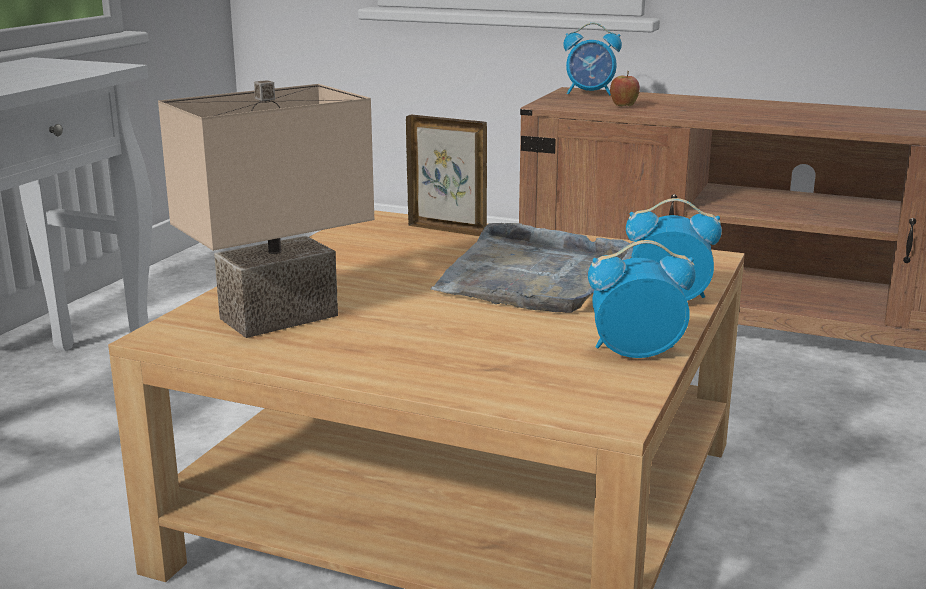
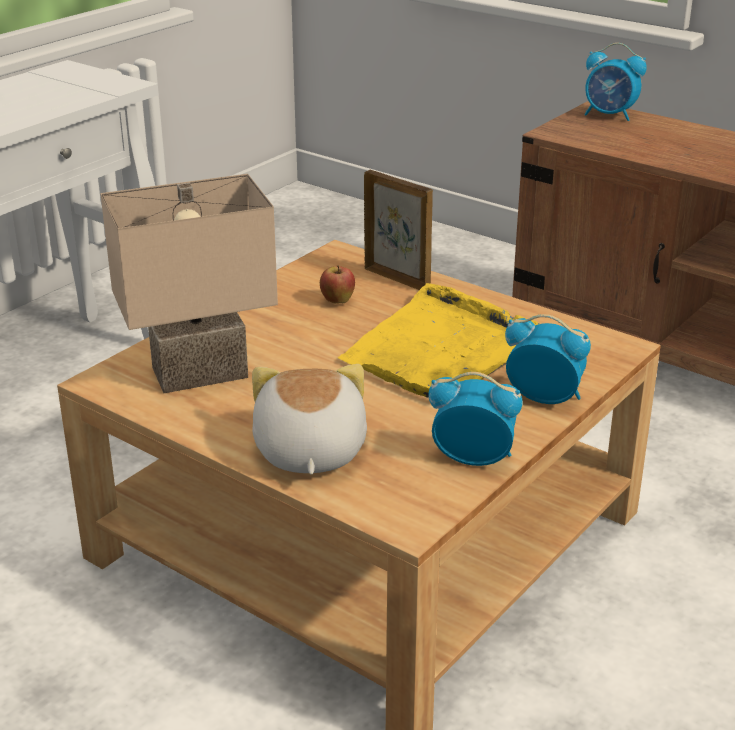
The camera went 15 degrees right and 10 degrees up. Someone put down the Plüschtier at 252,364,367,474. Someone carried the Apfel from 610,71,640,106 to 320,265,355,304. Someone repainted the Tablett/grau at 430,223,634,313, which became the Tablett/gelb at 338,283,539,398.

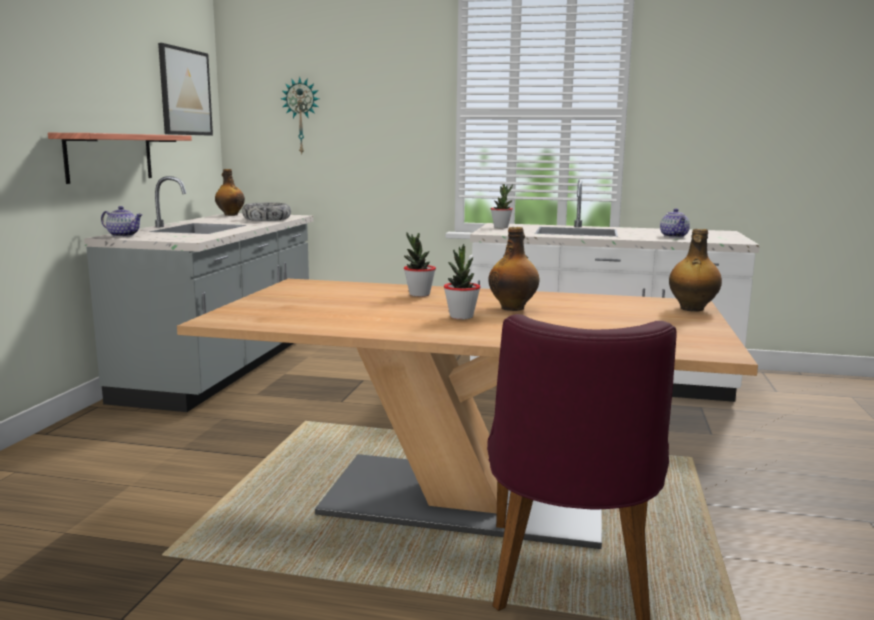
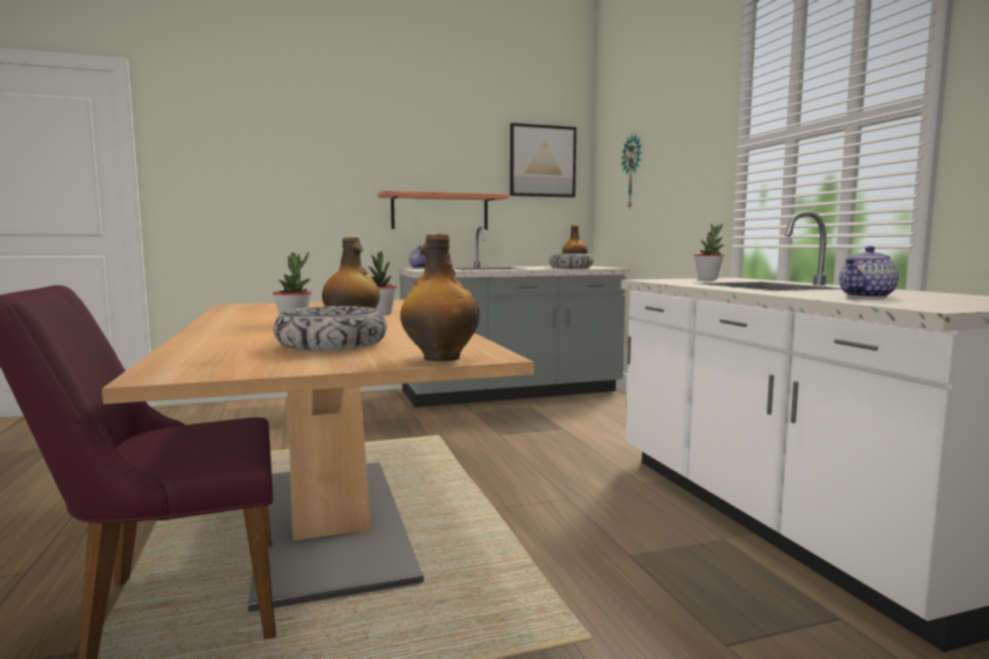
The camera went 60 degrees right and 5 degrees down. Someone put down the Schüssel at 274,306,387,351.

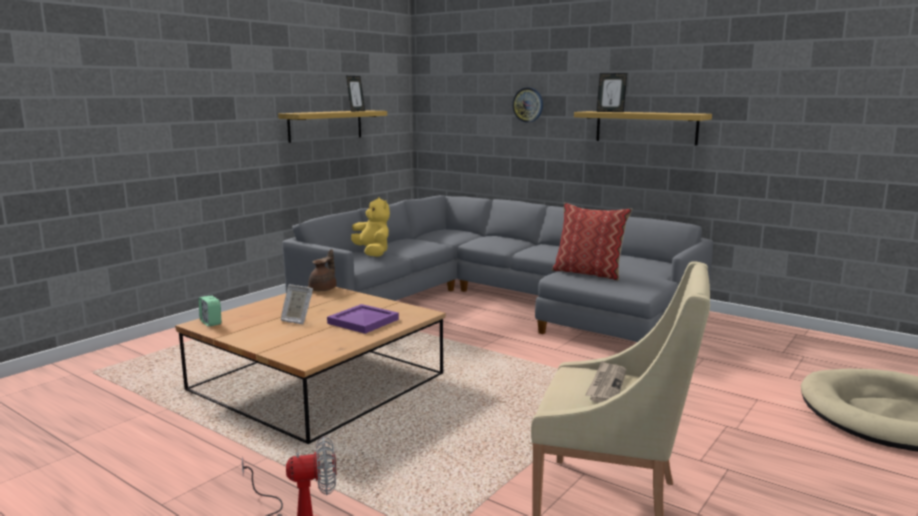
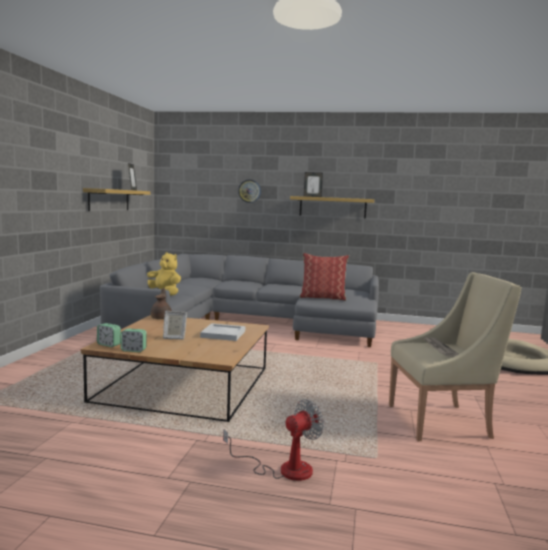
The camera went 25 degrees left and 5 degrees down. Someone put down the Wecker at 121,329,147,352. Someone repainted the Tablett/lila at 327,304,399,334, which became the Tablett/weiß at 200,323,245,341.

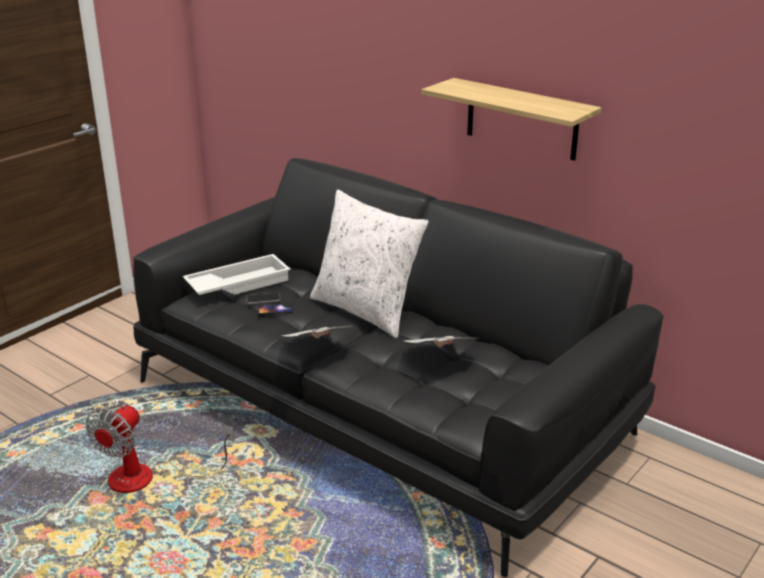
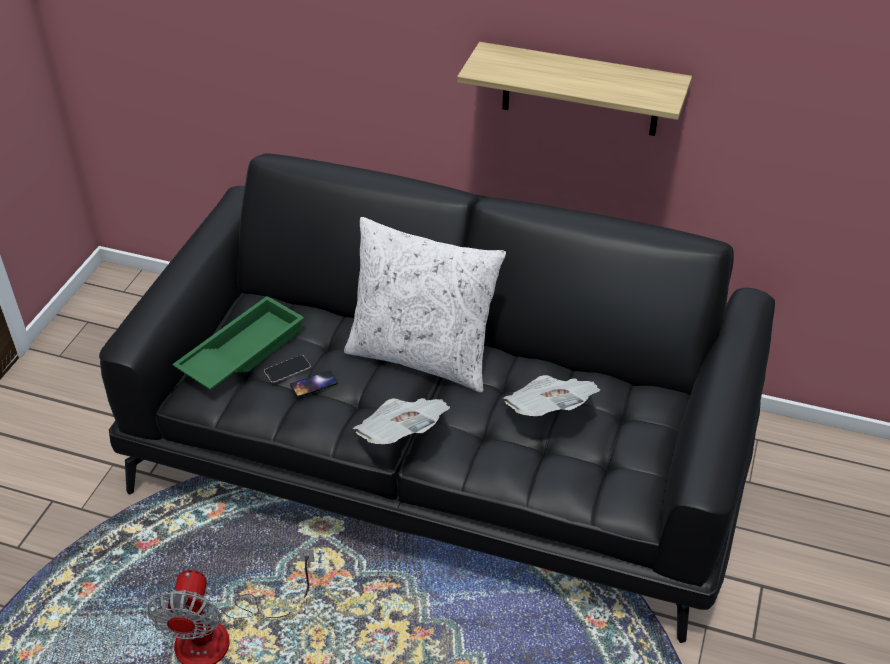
The camera went 20 degrees left and 15 degrees up. Someone repainted the Tablett/weiß at 183,254,291,295, which became the Tablett/grün at 172,296,304,390.

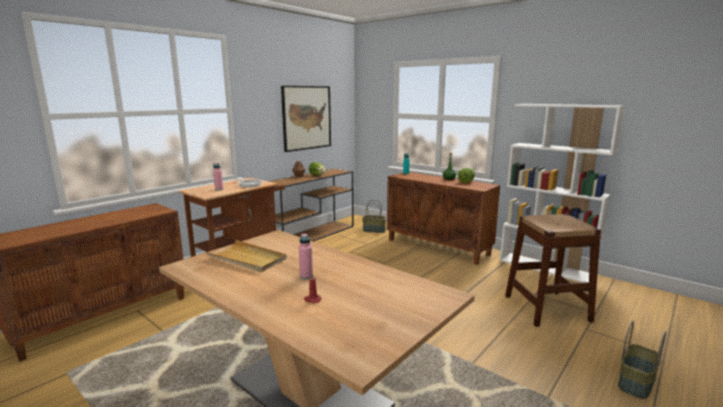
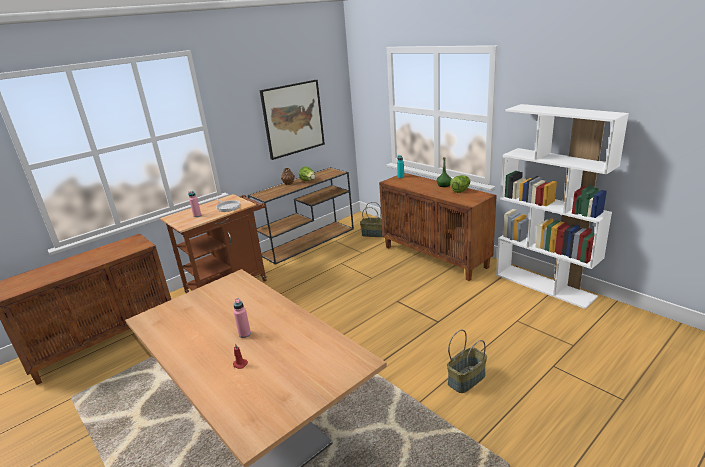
The camera went 10 degrees right and 10 degrees up. Someone took away the Tablett/beige at 206,240,287,272. Someone took away the Hocker/braun at 505,214,601,327. Someone carried the Korb from 618,321,666,399 to 447,329,487,393.

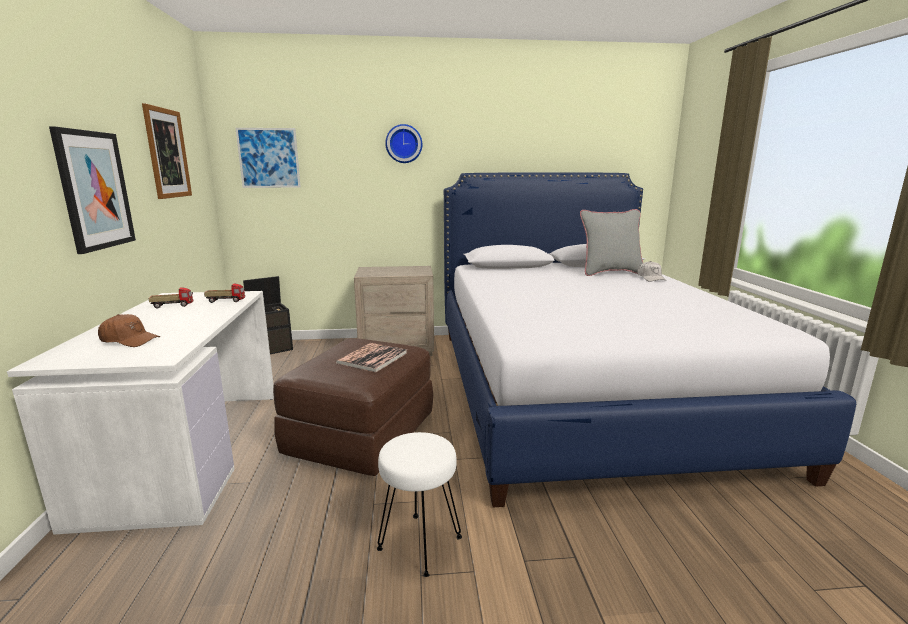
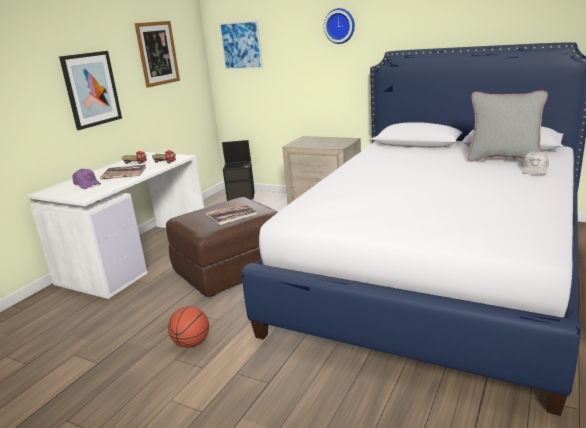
The camera went 35 degrees right and 5 degrees up. Someone put down the Buch at 100,164,146,180. Someone swapped the Hocker/weiß at 377,432,462,577 for the Basketball at 168,306,209,348. Someone repainted the Kappe/braun at 98,314,160,347, which became the Kappe/lila at 73,169,101,189.

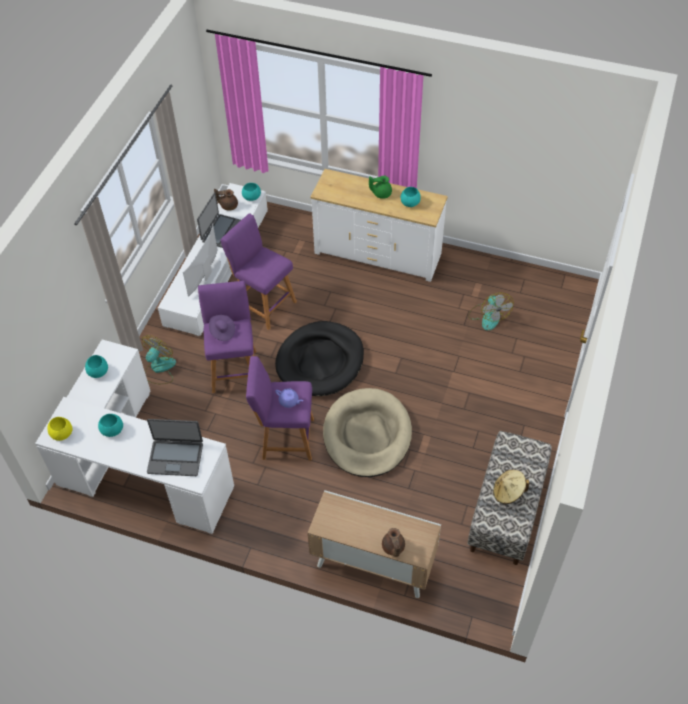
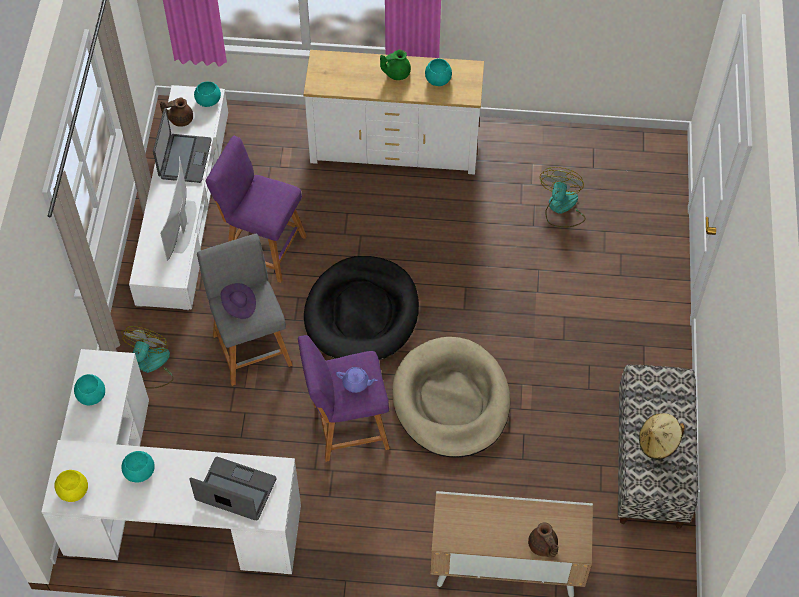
The camera went 15 degrees left and 5 degrees up. Someone repainted the Hocker/lila at 198,281,256,393, which became the Hocker/grau at 197,234,292,386. Someone rotated the Laptop at 147,419,203,476 by 150 degrees counterclockwise. Someone rotated the Ventilator at 468,293,513,331 by 135 degrees counterclockwise.

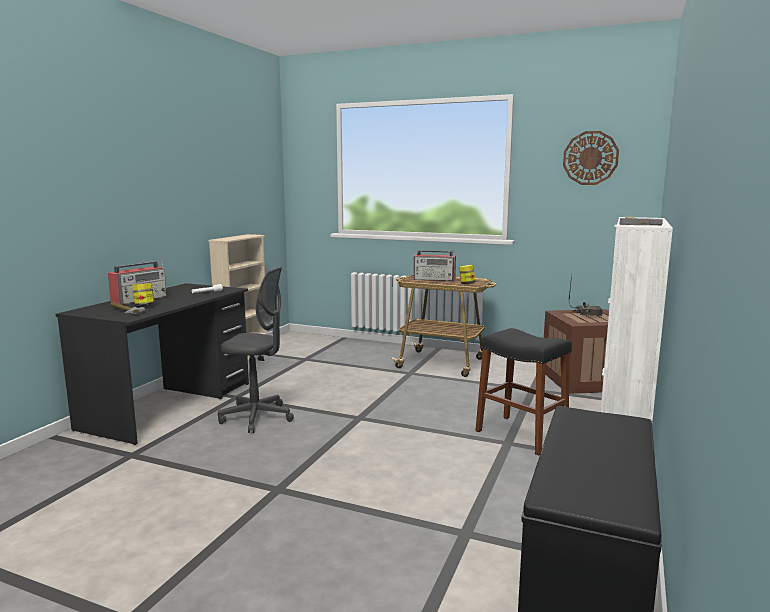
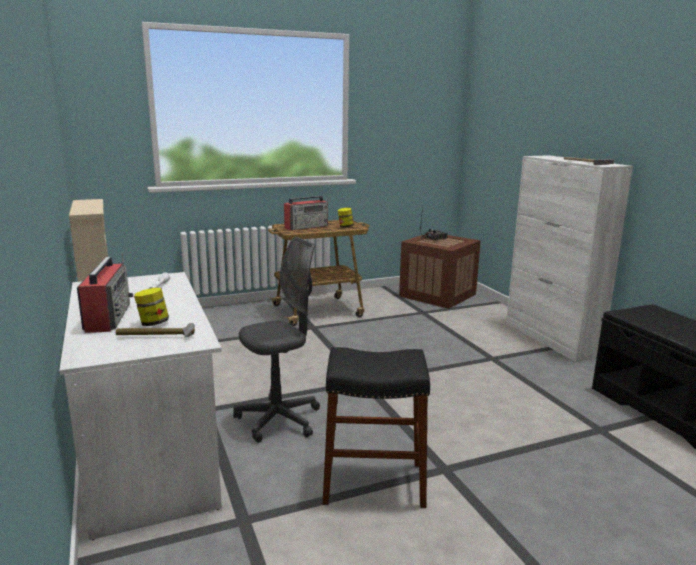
The camera went 45 degrees left and 5 degrees up. Someone took away the Wanduhr at 563,131,619,185. Someone carried the Hocker/schwarz from 475,328,572,455 to 323,347,430,508. Someone repainted the Schreibtisch/schwarz at 56,283,249,445, which became the Schreibtisch/weiß at 59,272,222,540.

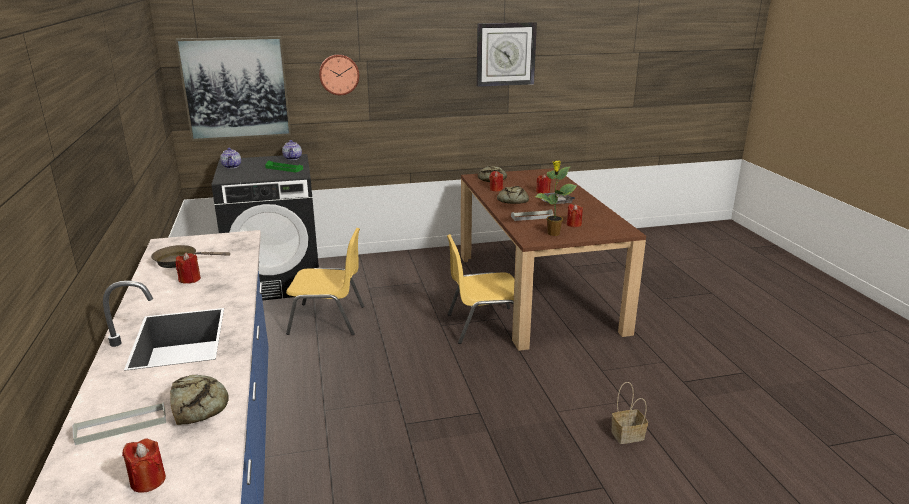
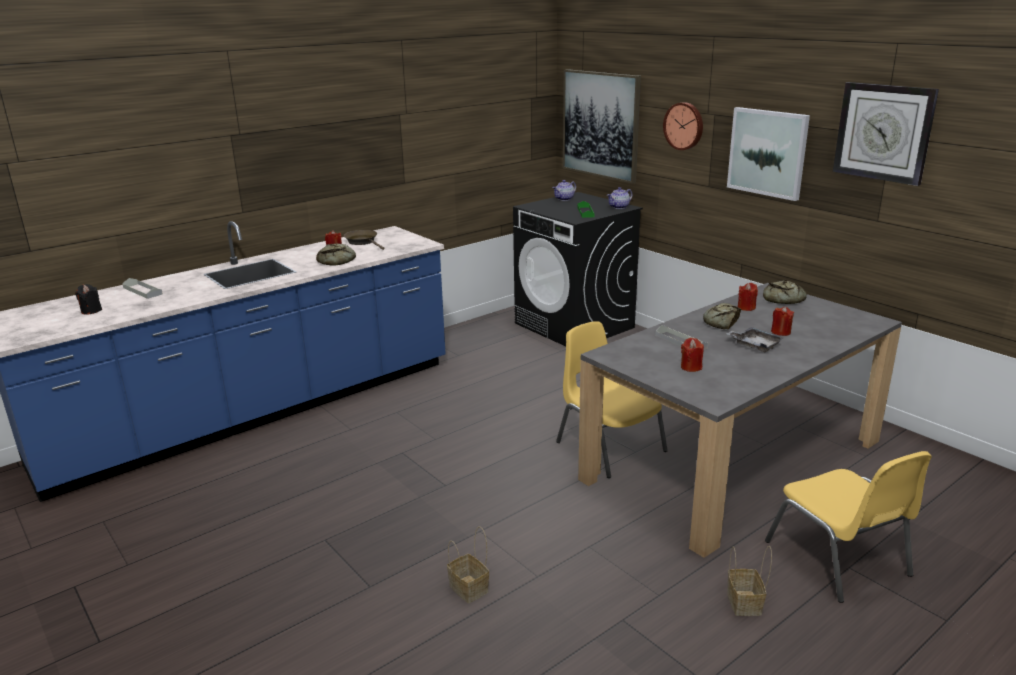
The camera went 65 degrees right and 0 degrees up. Someone took away the Topfpflanze at 535,160,577,236. Someone put up the Bild at 727,107,810,201. Someone put down the Korb at 727,546,772,616. Someone carried the Brot from 170,375,229,425 to 316,243,356,266. Someone carried the Stuhl/gelb from 286,228,364,335 to 765,451,932,603. Someone repainted the Kerze/rot at 122,439,166,493, which became the Kerze/schwarz at 75,284,102,314. Someone repainted the Esstisch/braun at 461,168,646,351, which became the Esstisch/grau at 578,283,902,558.

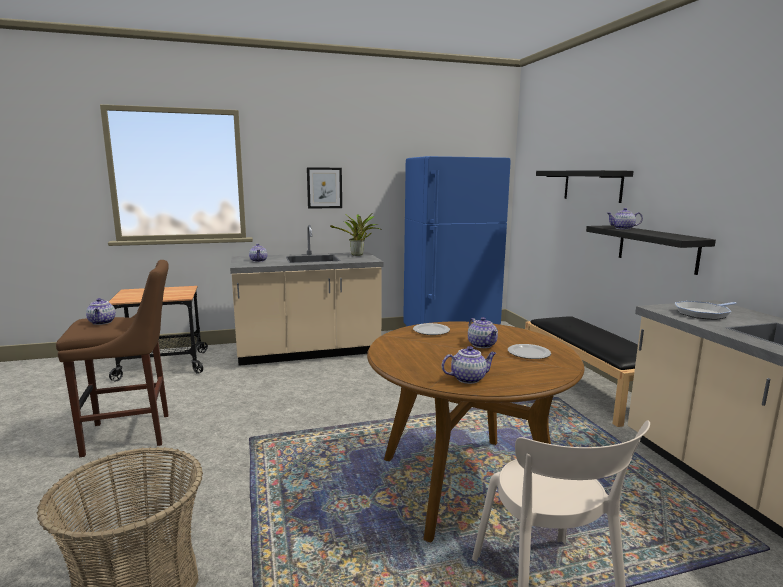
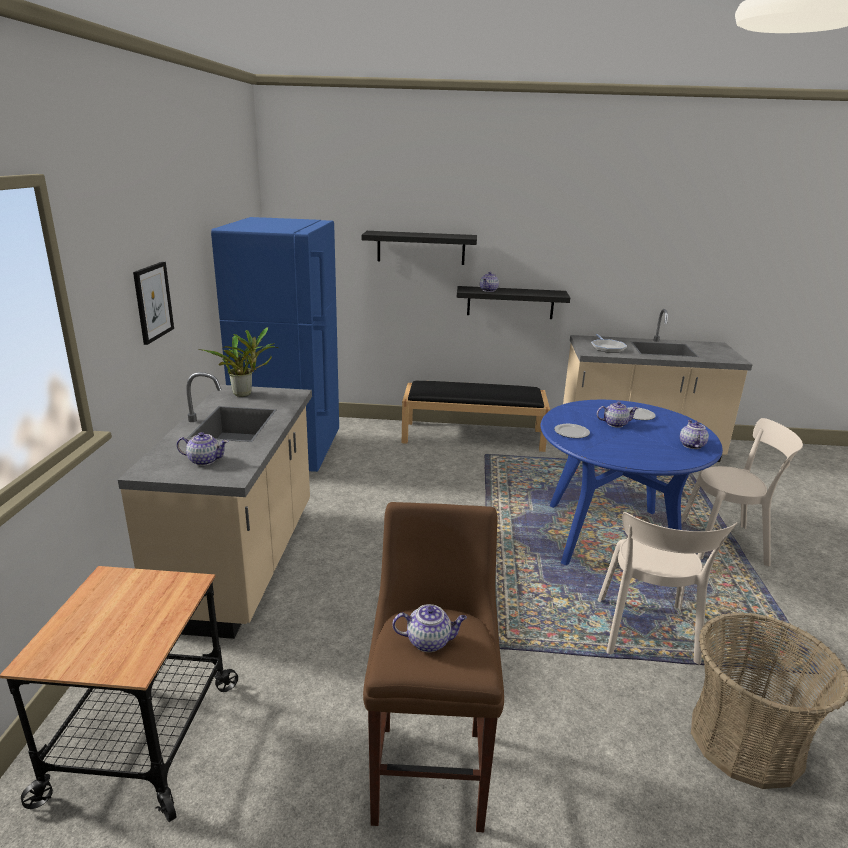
The camera went 70 degrees left and 10 degrees up. Someone put down the Stuhl/beige at 598,512,737,665. Someone repainted the Esstisch/braun at 367,321,584,542, which became the Esstisch/blau at 541,400,723,565.

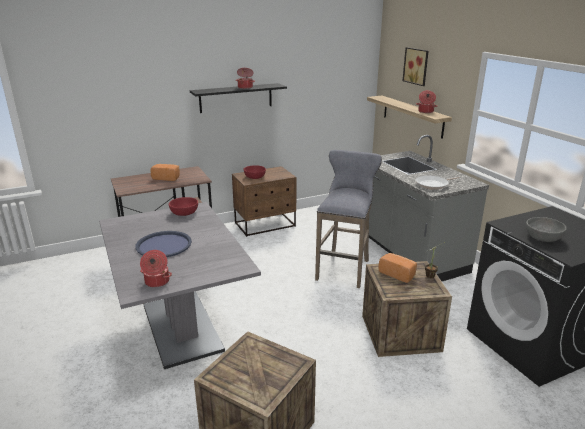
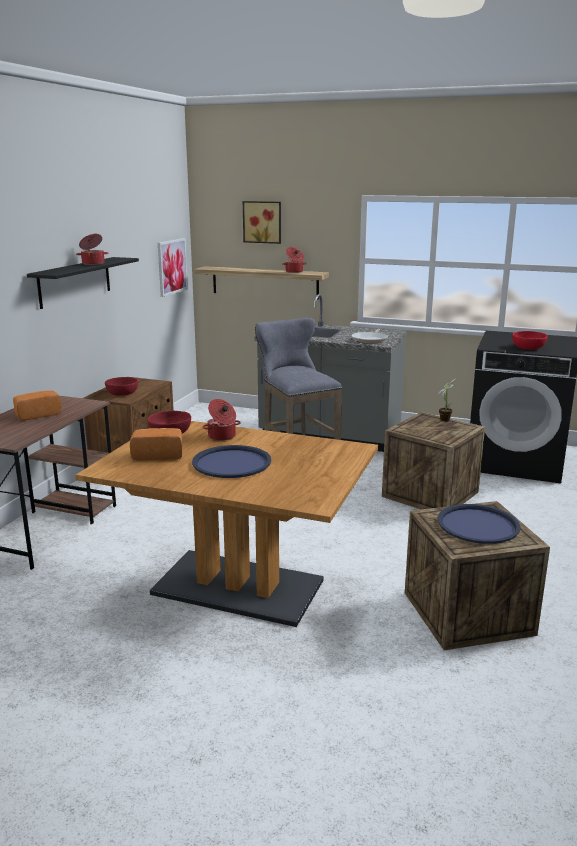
The camera went 45 degrees left and 5 degrees down. Someone put up the Bild at 158,238,188,297. Someone put down the Tablett/blau at 438,504,521,544. Someone carried the Kochtopf from 140,250,172,287 to 202,399,241,441. Someone carried the Brot from 379,253,417,283 to 130,428,183,460. Someone repainted the Esstisch/grau at 99,202,261,369, which became the Esstisch/braun at 75,421,378,627. Someone repainted the Schüssel/grau at 526,217,567,242, which became the Schüssel/rot at 512,331,548,350.

